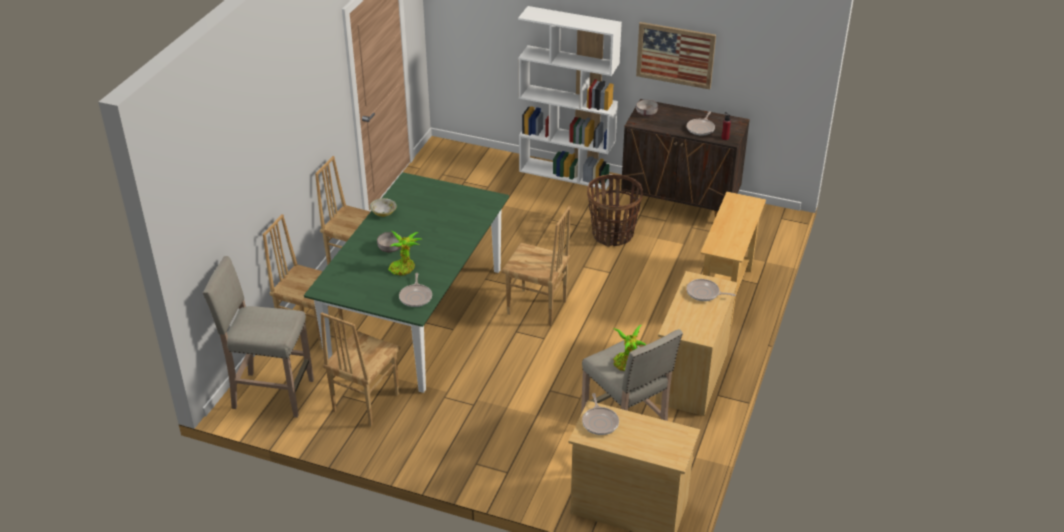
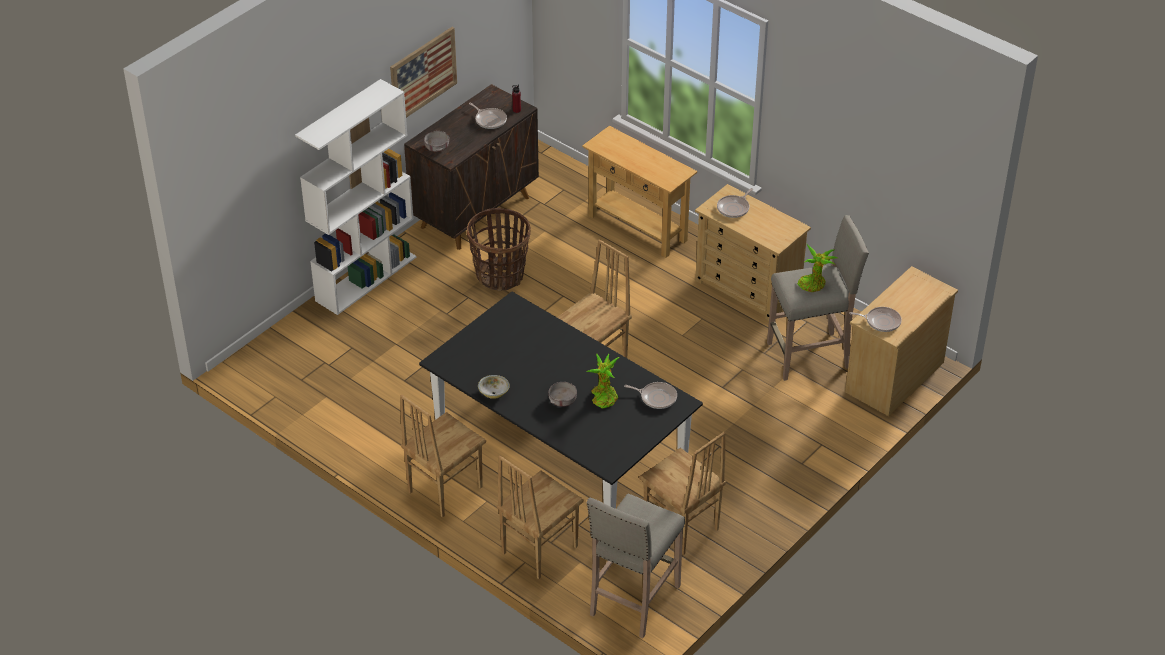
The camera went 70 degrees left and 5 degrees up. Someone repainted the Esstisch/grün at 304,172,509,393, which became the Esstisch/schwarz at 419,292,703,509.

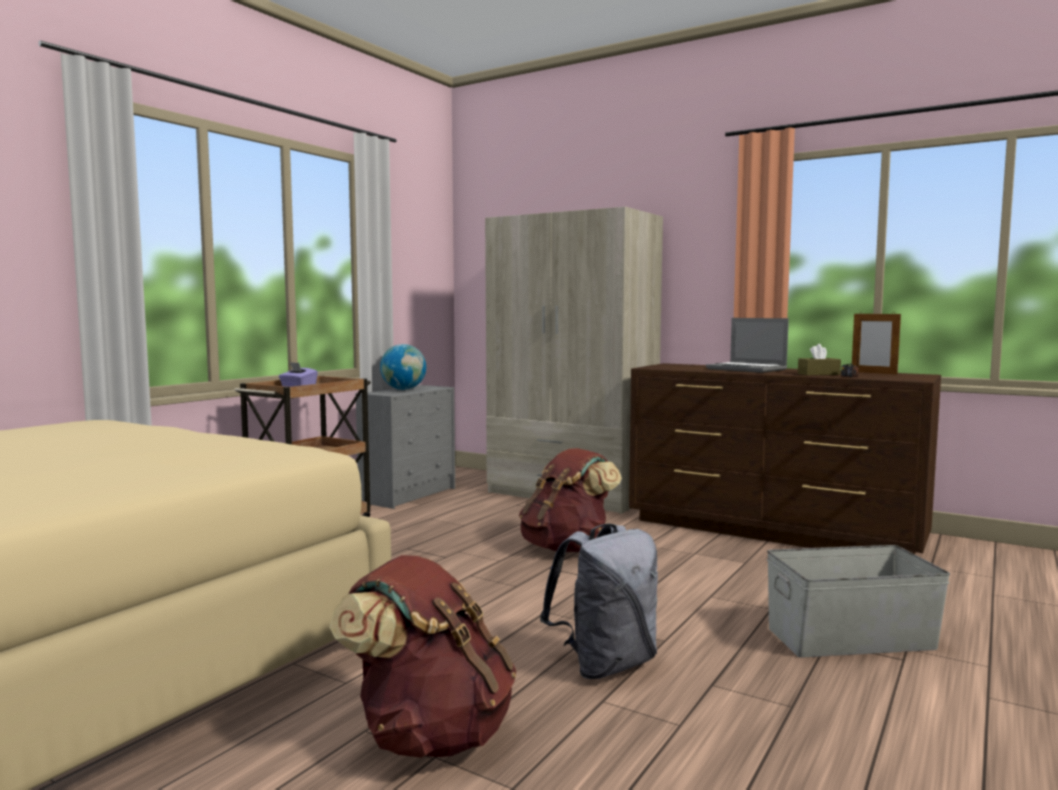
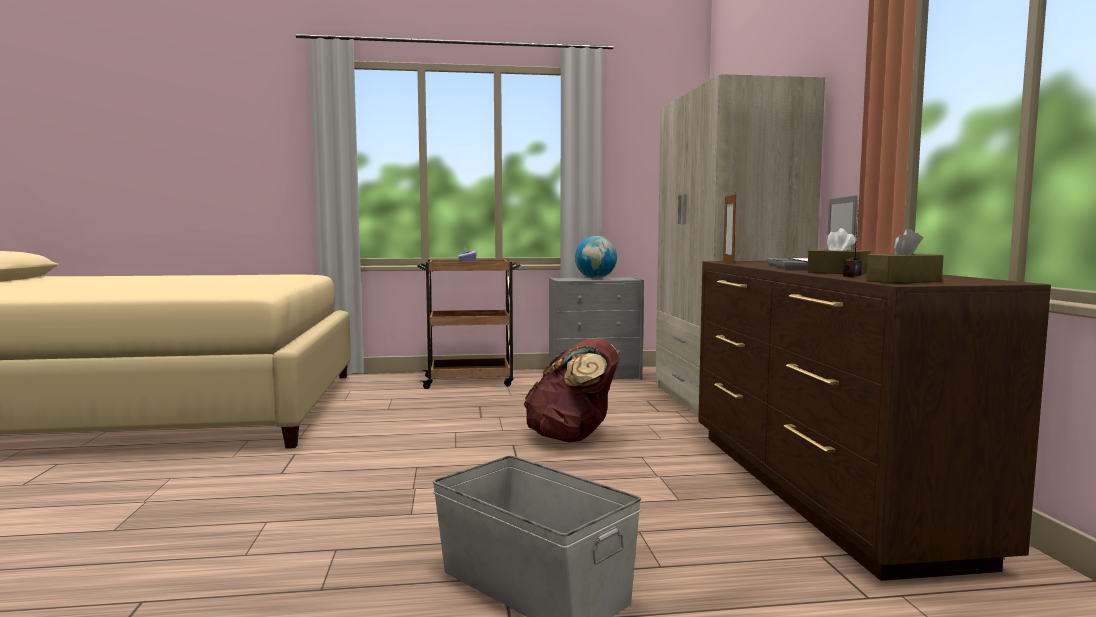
The camera went 50 degrees right and 0 degrees up. Someone took away the Rucksack/braun at 329,555,516,758. Someone took away the Rucksack/grau at 540,523,658,679. Someone put down the Taschentuchbox/braun at 866,228,944,283. Someone carried the Bilderrahmen from 852,313,901,374 to 723,193,736,264.

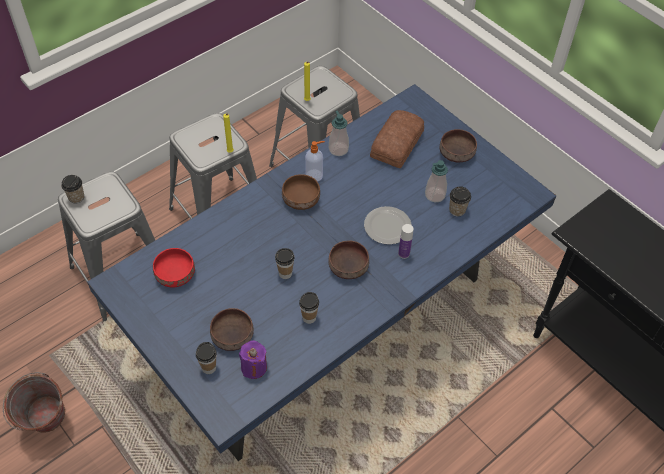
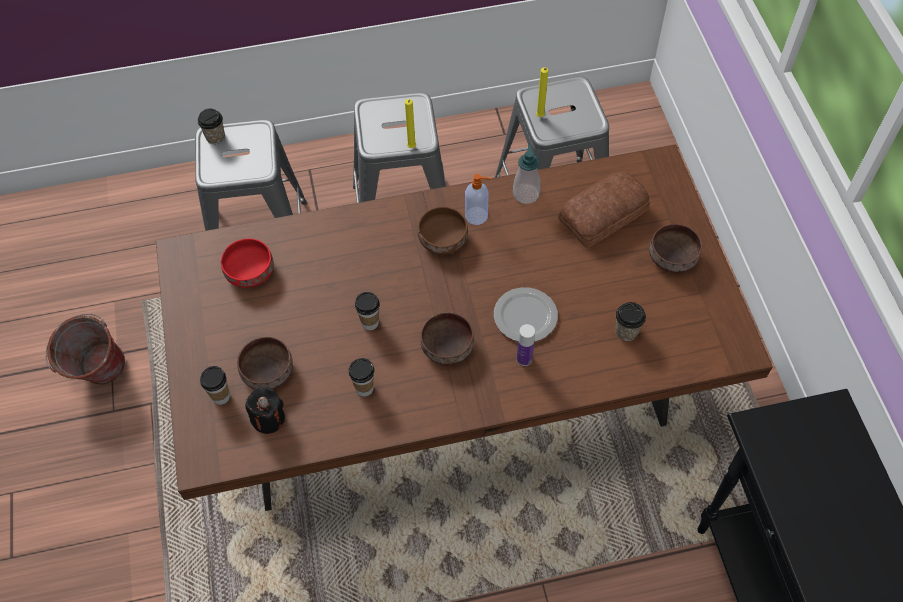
The camera went 30 degrees right and 5 degrees up. Someone took away the Seifenspender at 425,160,448,202. Someone repainted the Esstisch/blau at 87,84,556,461, which became the Esstisch/braun at 156,144,773,511. Someone repainted the Kerze/lila at 239,340,267,379, which became the Kerze/schwarz at 245,387,285,434.

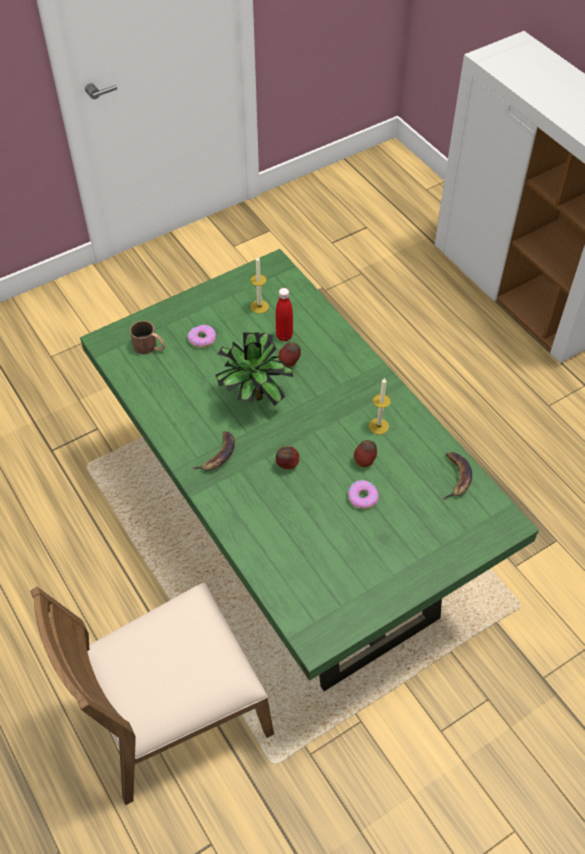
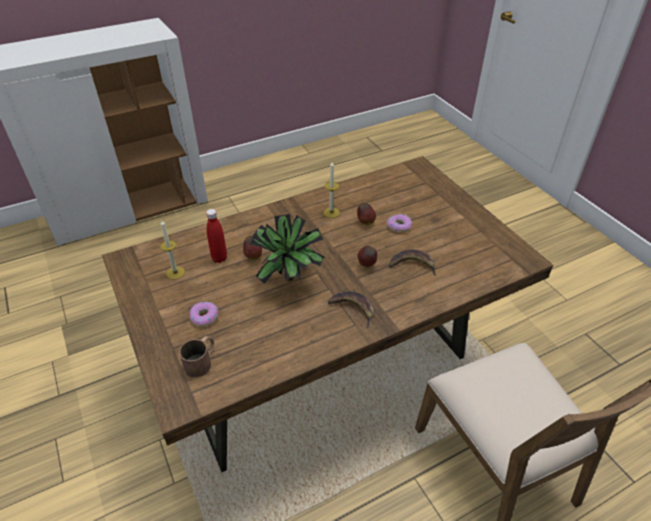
The camera went 85 degrees left and 10 degrees down. Someone carried the Banane from 442,452,472,500 to 389,250,436,276. Someone repainted the Esstisch/grün at 80,249,539,691, which became the Esstisch/braun at 102,156,553,472.

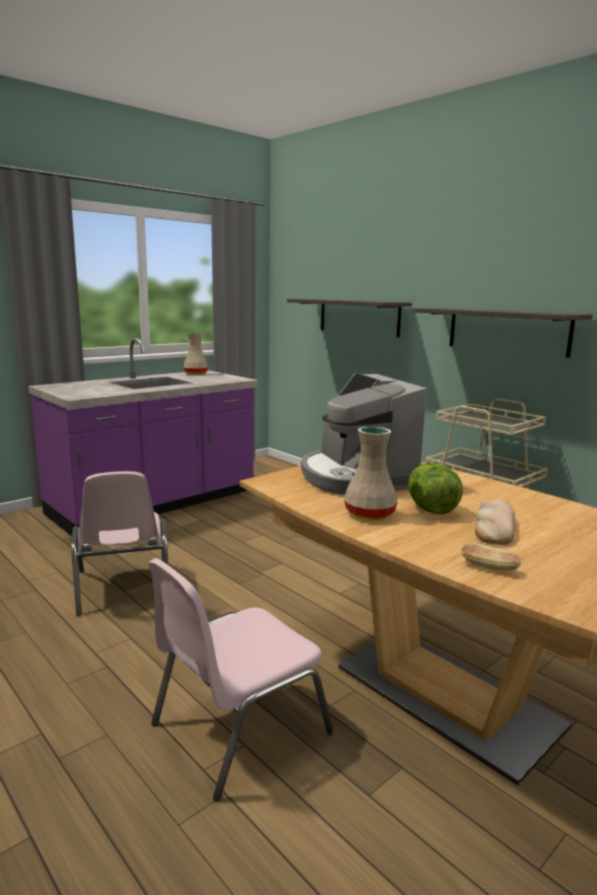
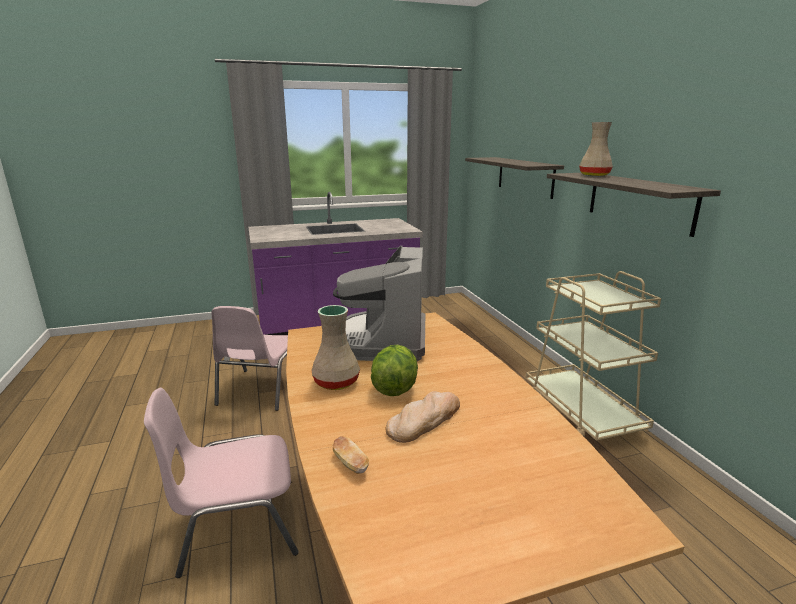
The camera went 25 degrees right and 5 degrees up. Someone carried the Vase/beige from 183,333,208,375 to 579,122,613,176.

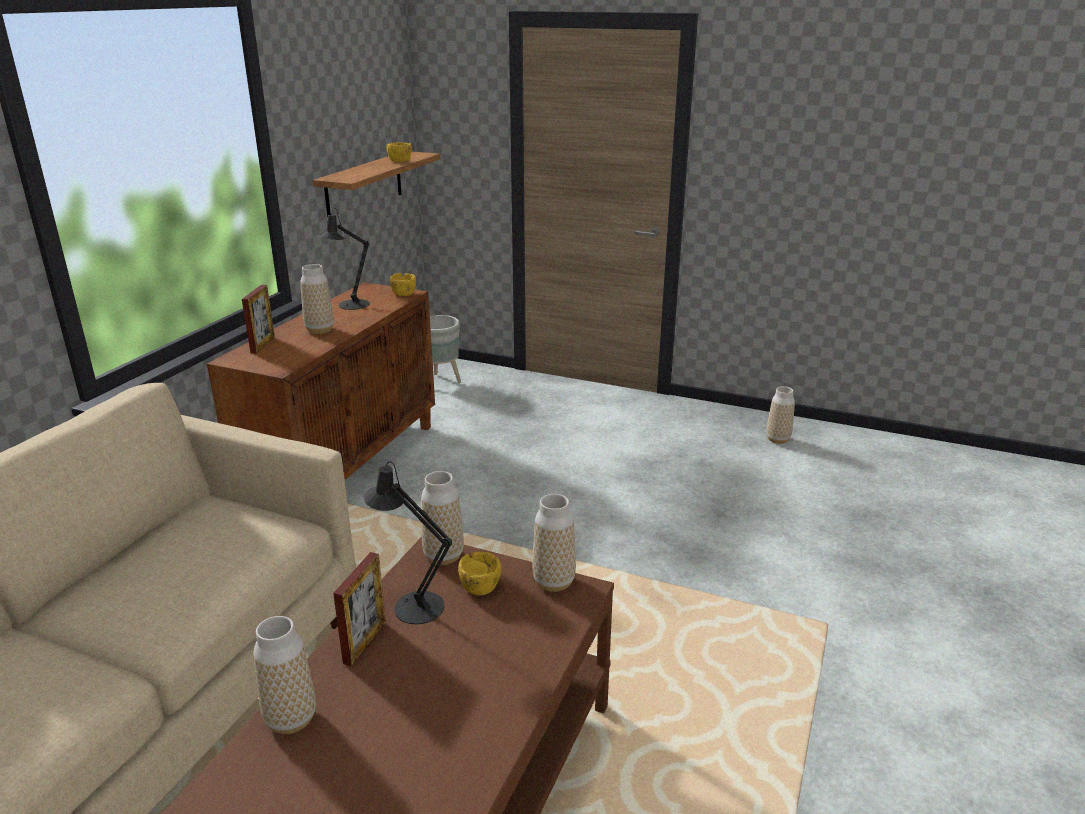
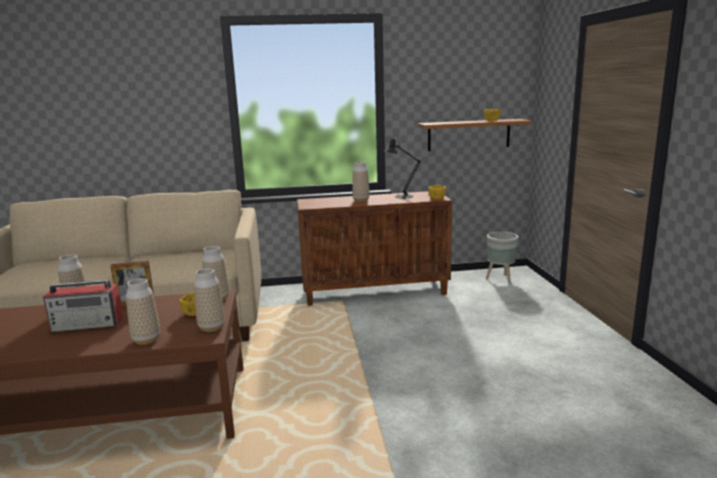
The camera went 60 degrees right and 10 degrees down. Someone took away the Bilderrahmen at 242,285,275,354. Someone took away the Tischlampe/schwarz at 363,461,452,624. Someone put down the Radio at 43,280,123,332. Someone carried the Vase from 766,386,795,444 to 126,278,160,345.

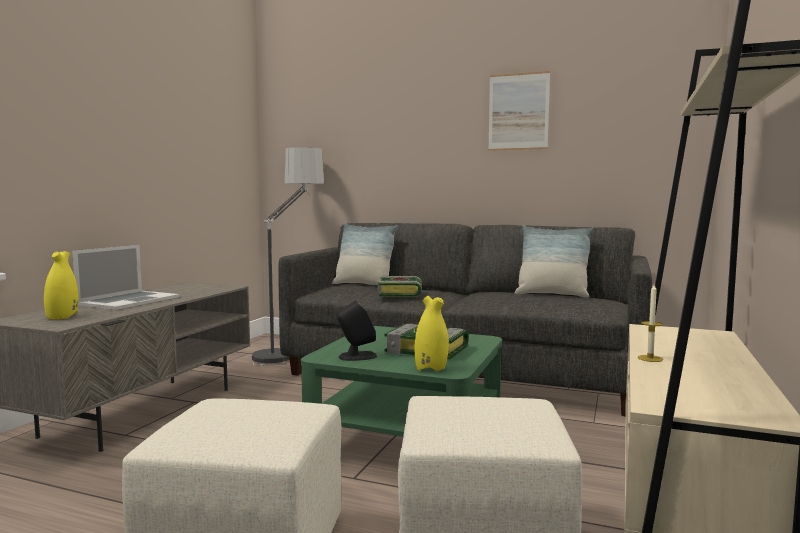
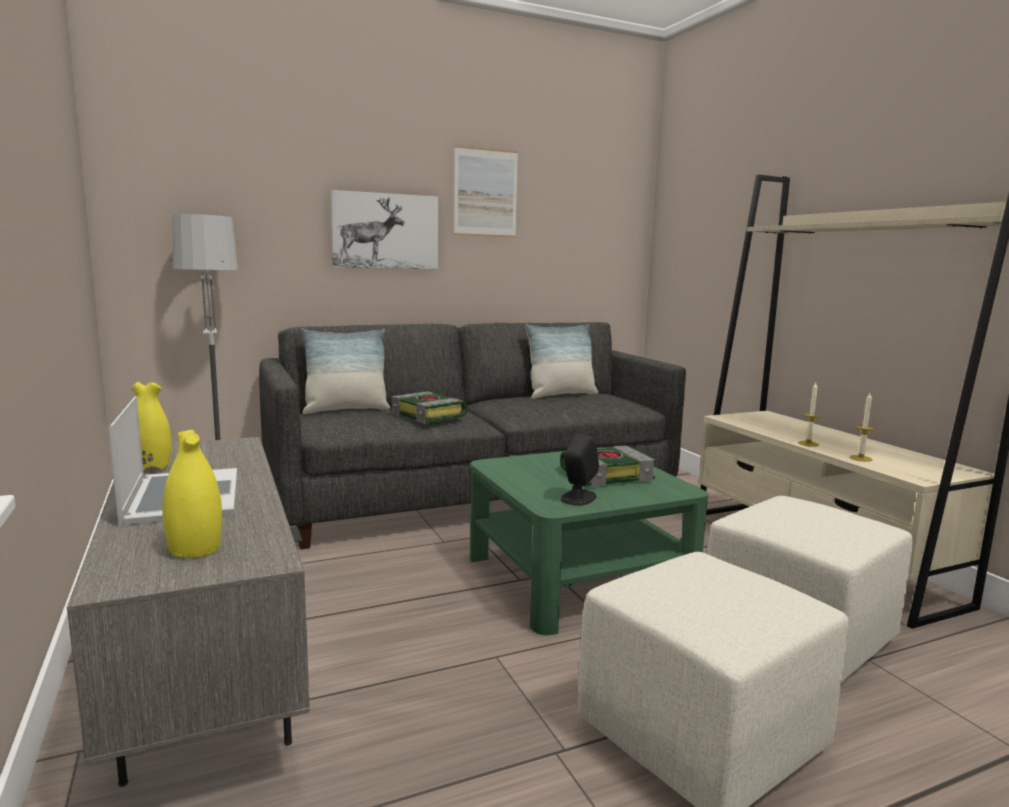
The camera went 45 degrees left and 5 degrees up. Someone put up the Bild at 330,190,438,269. Someone put down the Kerze at 849,393,875,462. Someone carried the Vase/gelb from 415,296,449,372 to 131,382,172,470.

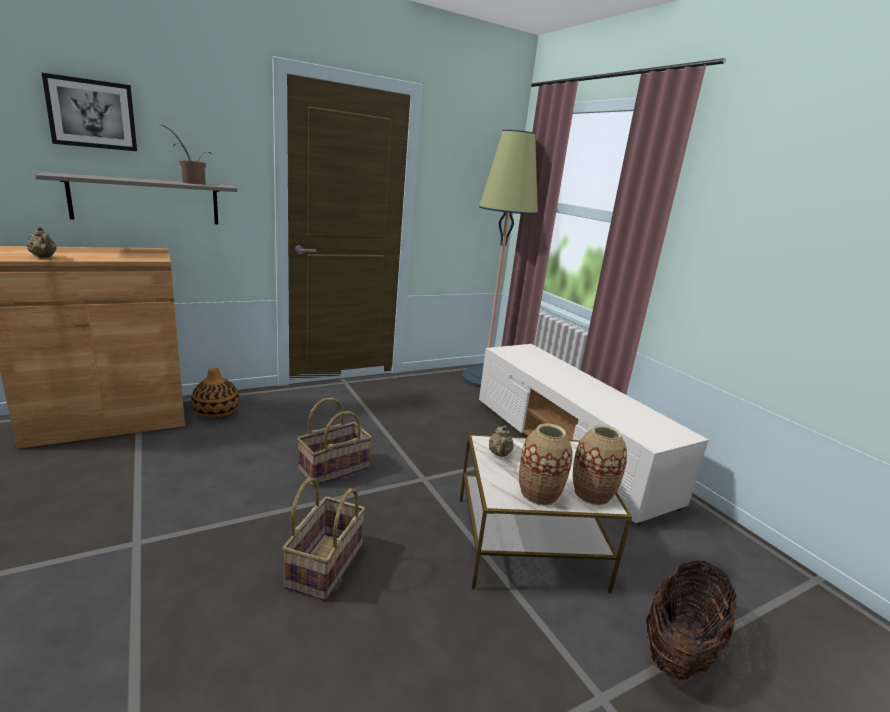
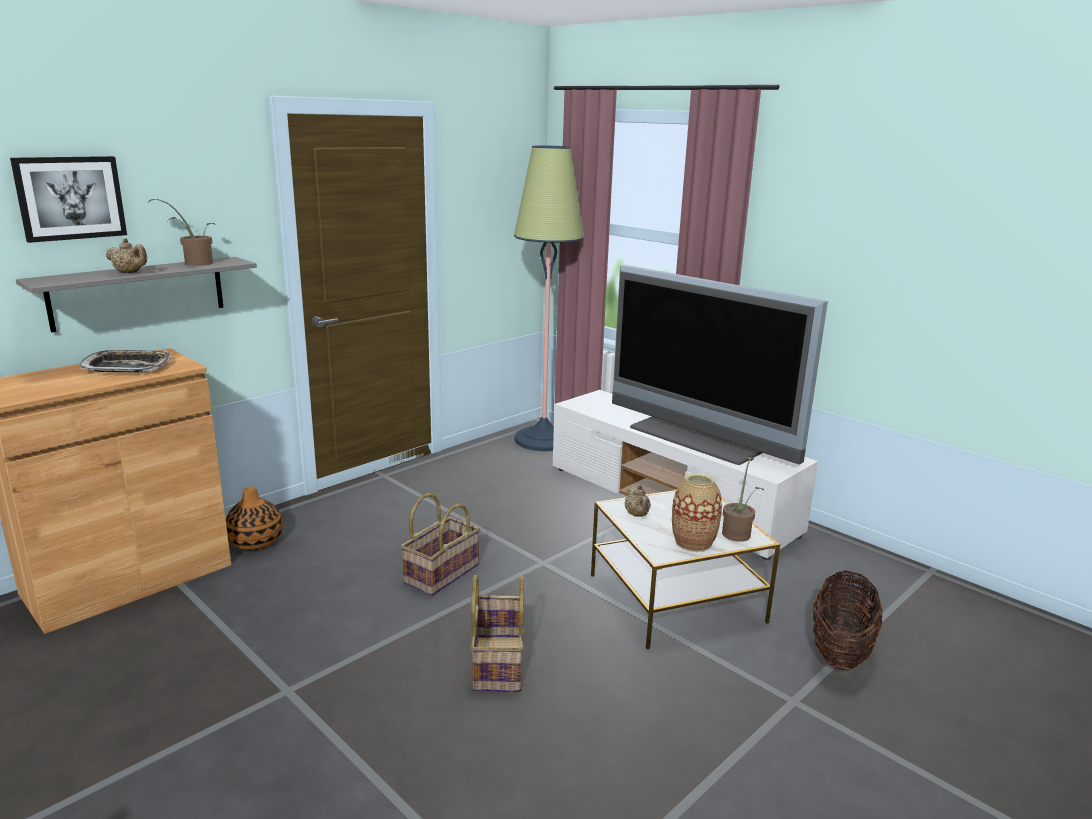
The camera went 15 degrees left and 0 degrees up. Someone put down the Tablett at 80,350,171,372. Someone put down the Fernseher at 612,265,828,465. Someone carried the Teekanne/beige from 27,227,57,257 to 106,238,147,273. Someone swapped the Vase at 573,425,627,505 for the Topfpflanze at 722,457,764,542.

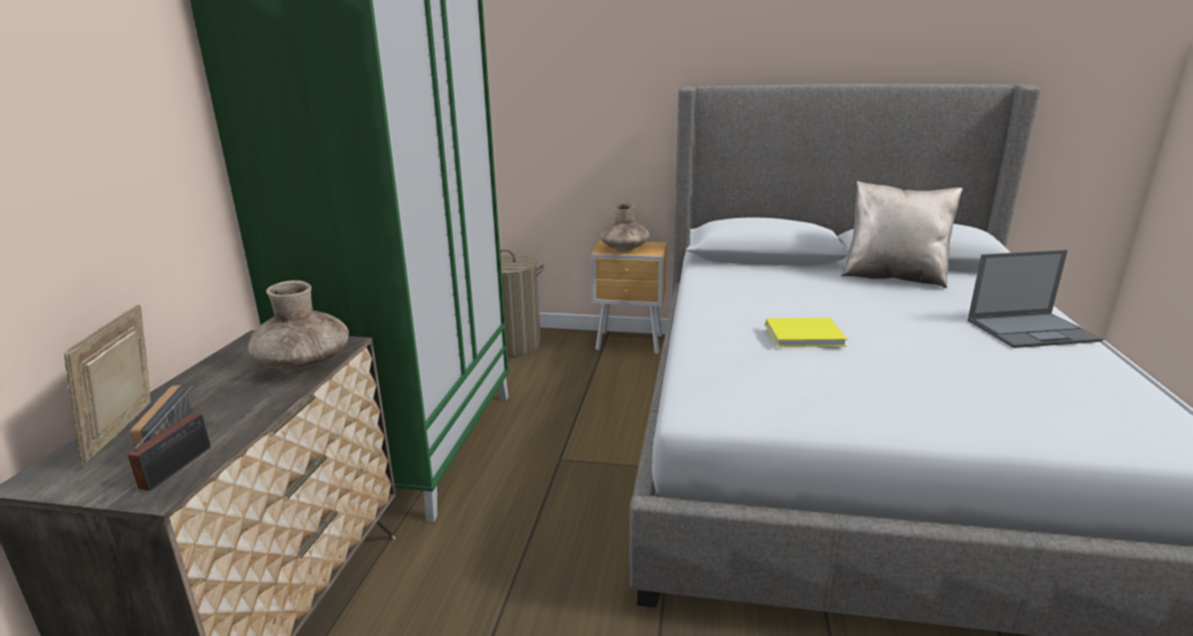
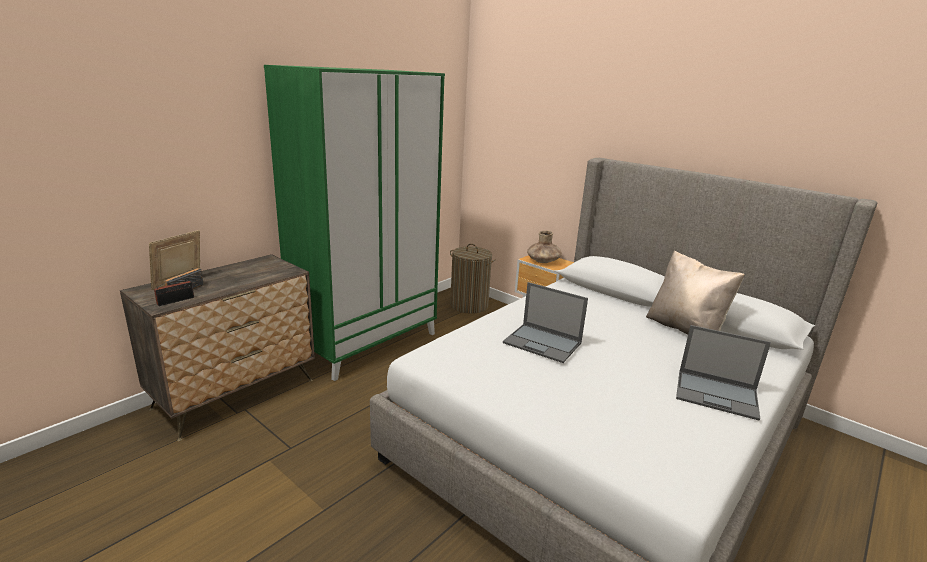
The camera went 30 degrees right and 0 degrees up. Someone took away the Vase/braun at 248,280,349,371. Someone swapped the Buch/gelb at 765,318,847,347 for the Laptop at 503,282,588,363.

